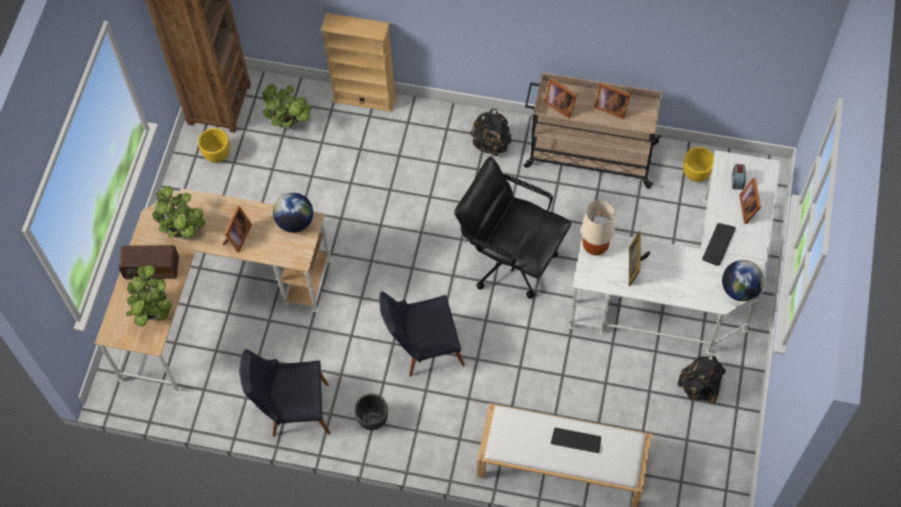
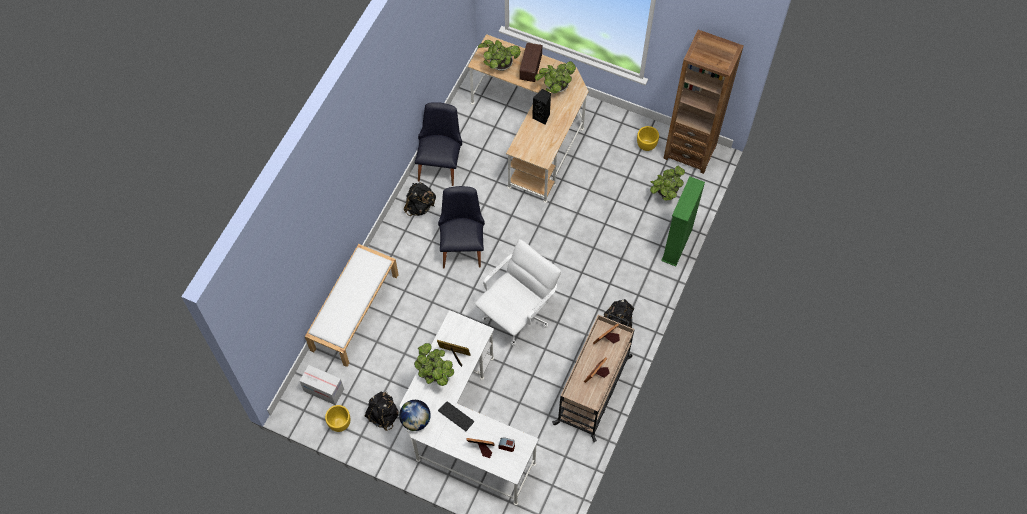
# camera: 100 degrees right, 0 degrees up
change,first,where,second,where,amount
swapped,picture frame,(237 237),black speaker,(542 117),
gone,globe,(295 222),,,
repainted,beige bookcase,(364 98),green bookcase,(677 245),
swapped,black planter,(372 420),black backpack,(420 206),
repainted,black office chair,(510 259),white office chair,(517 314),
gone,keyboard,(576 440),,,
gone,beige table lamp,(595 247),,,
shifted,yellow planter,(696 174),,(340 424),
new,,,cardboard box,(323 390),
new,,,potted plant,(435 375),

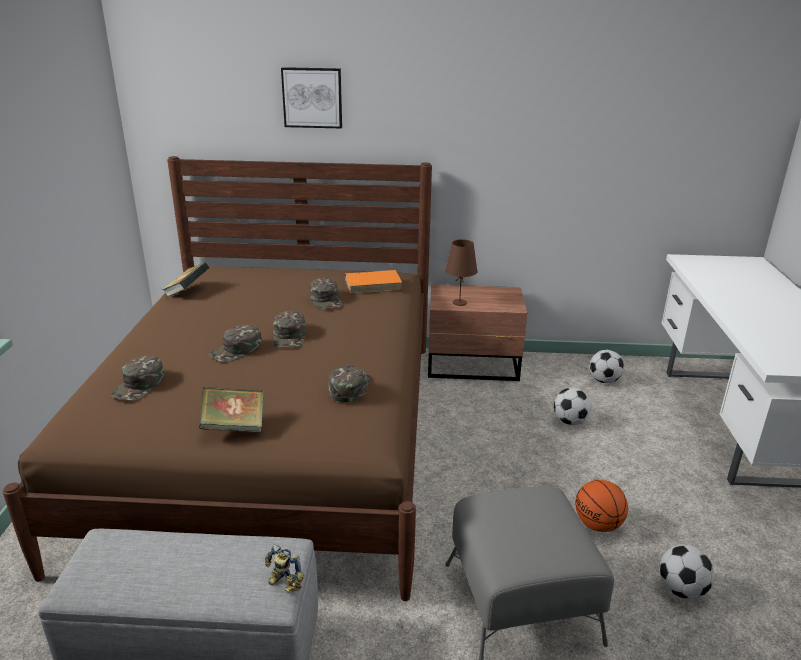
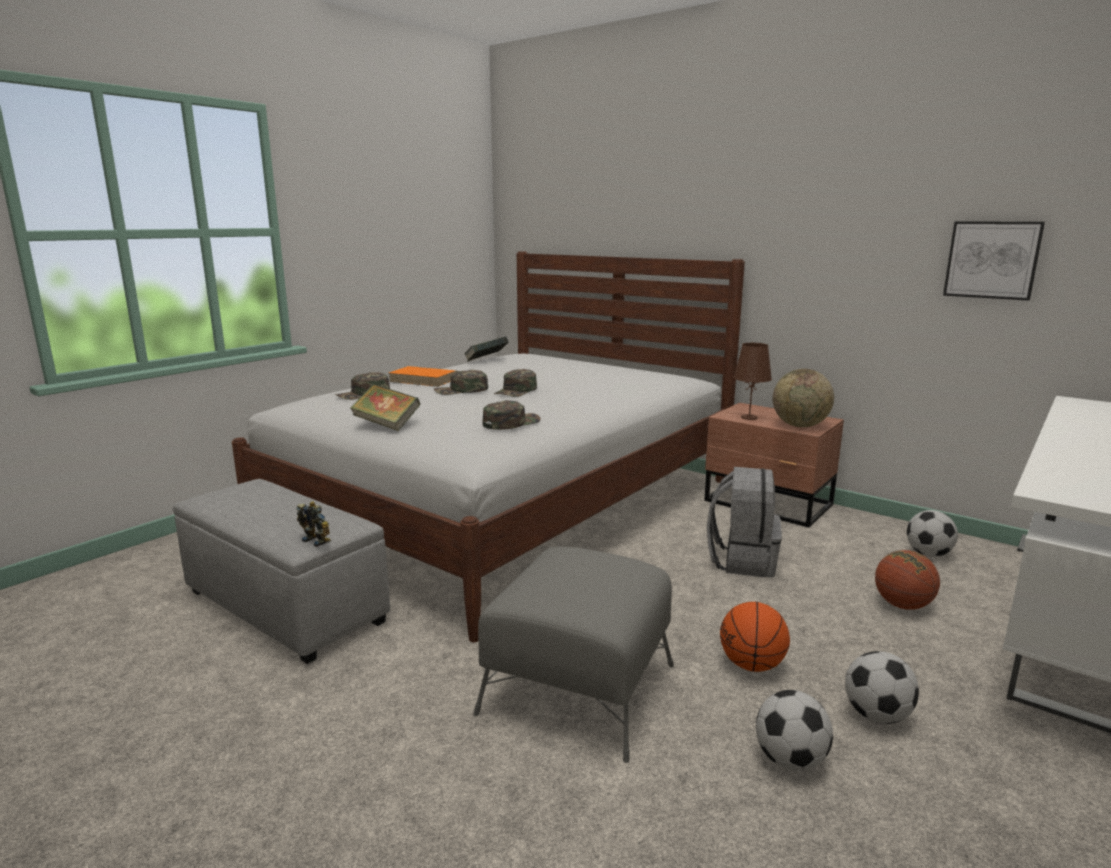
# camera: 35 degrees right, 10 degrees down
change,first,where,second,where,amount
repainted,brown bed,(275 438),white bed,(507 505),
rotated,toy robot,(283 585),,(317 540),150 degrees clockwise
shifted,picture,(312 97),,(992 260),
gone,green cap,(326 300),,,
shifted,orange book,(373 284),,(424 380),
shifted,football,(569 421),,(876 715),
new,,,grey backpack,(742 560),
new,,,globe,(800 425),
new,,,basketball,(902 605),

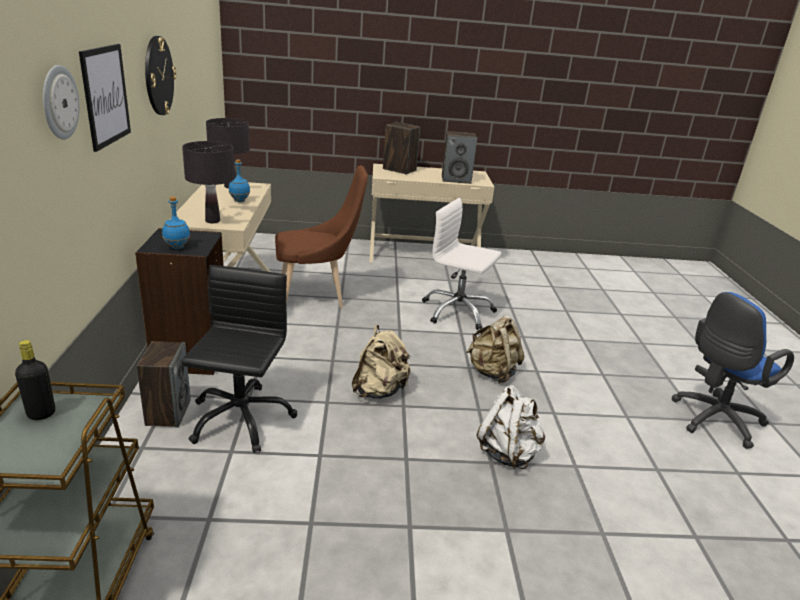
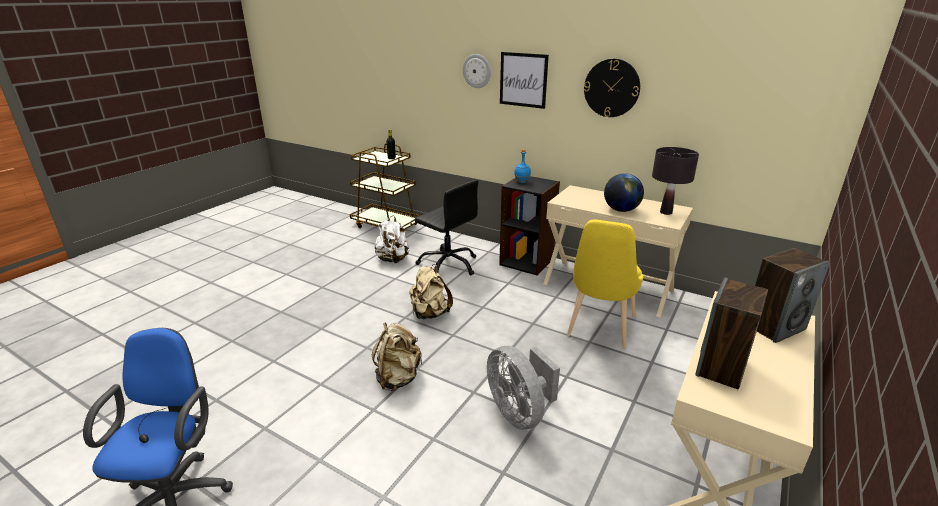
# camera: 125 degrees right, 0 degrees up
change,first,where,second,where,amount
gone,speaker,(168 412),,,
gone,black table lamp,(213 221),,,
swapped,blue bottle,(239 201),globe,(621 210),
repainted,brown chair,(316 296),yellow chair,(599 329),
swapped,white office chair,(457 311),grey fan,(519 412),
shifted,white backpack,(508 453),,(393 260),

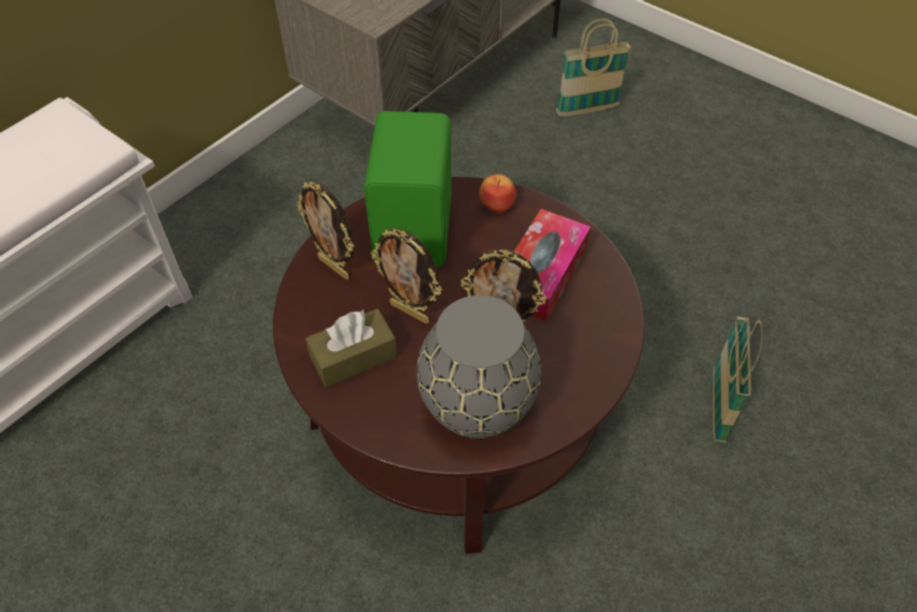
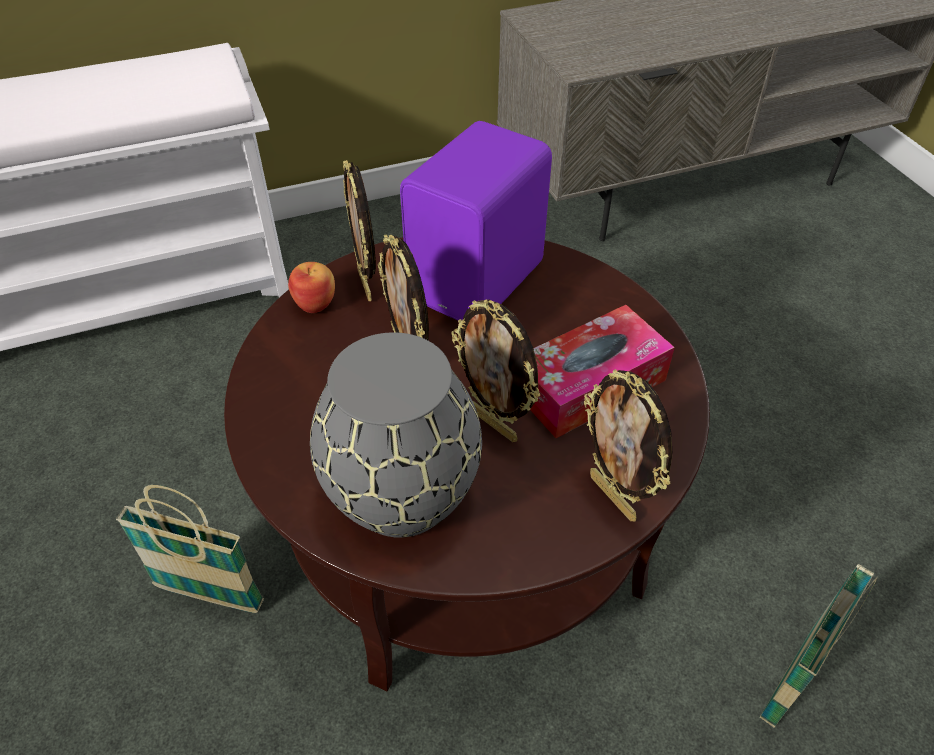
# camera: 30 degrees right, 5 degrees down
change,first,where,second,where,amount
gone,brown tissue box,(353 357),,,
repainted,green speaker,(417 230),purple speaker,(481 282),
shifted,apple,(497 204),,(315 302),
shifted,basket,(587 110),,(209 595),
new,,,picture frame,(614 497),

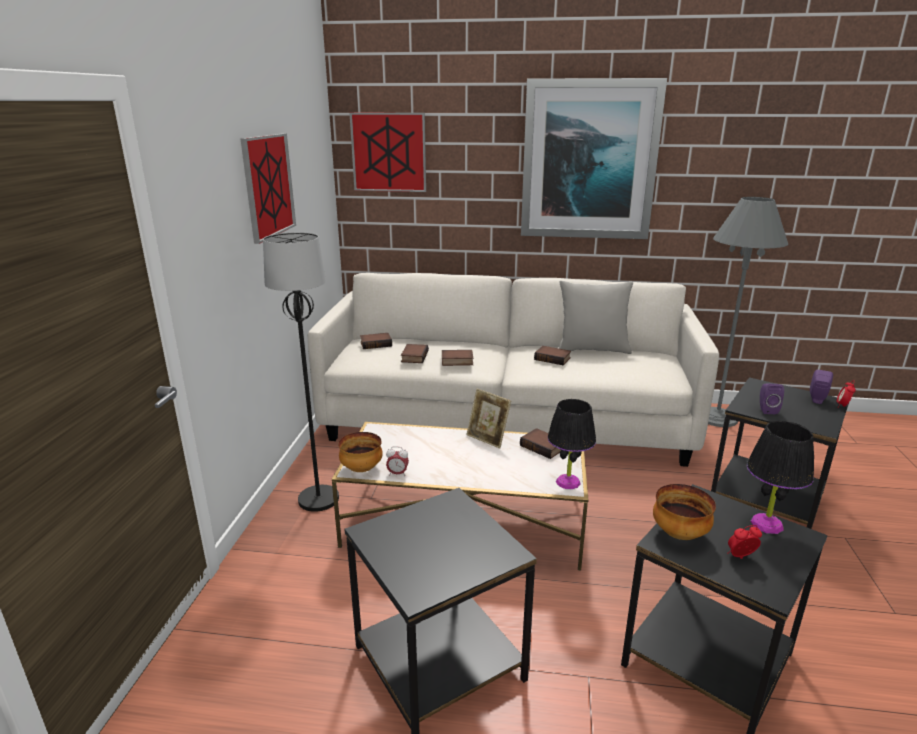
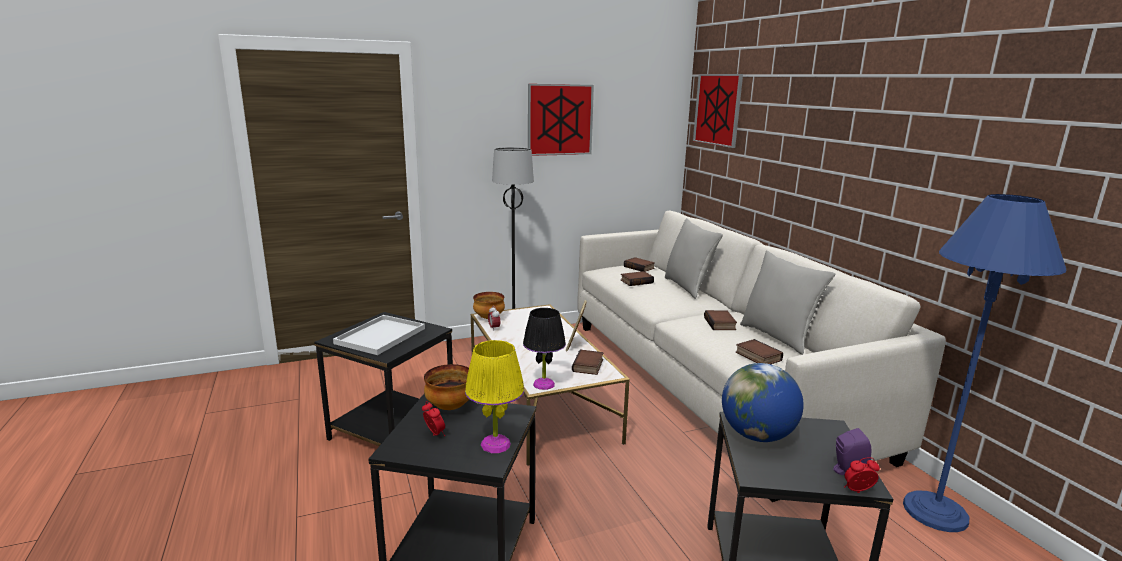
# camera: 60 degrees right, 5 degrees down
change,first,where,second,where,amount
shifted,book,(456 361),,(757 356),
gone,picture,(588 160),,,
repainted,grey floor lamp,(717 417),blue floor lamp,(935 512),
repainted,black table lamp,(766 524),yellow table lamp,(496 444),
swapped,purple speaker,(766 409),globe,(757 435),
new,,,white tray,(381 335),
new,,,grey pillow,(688 287),

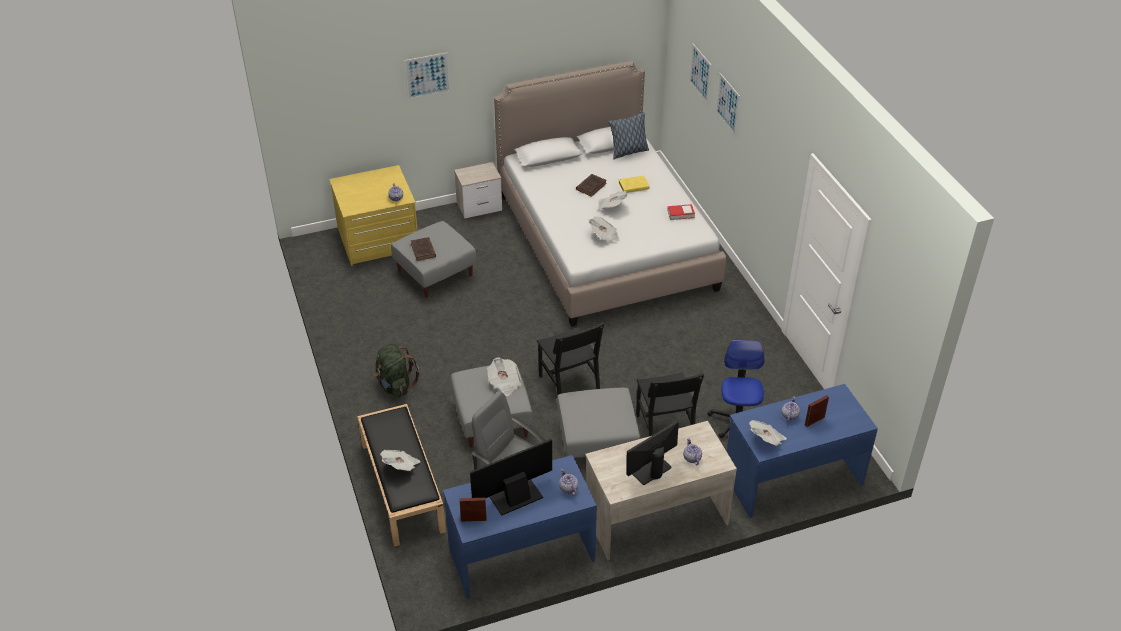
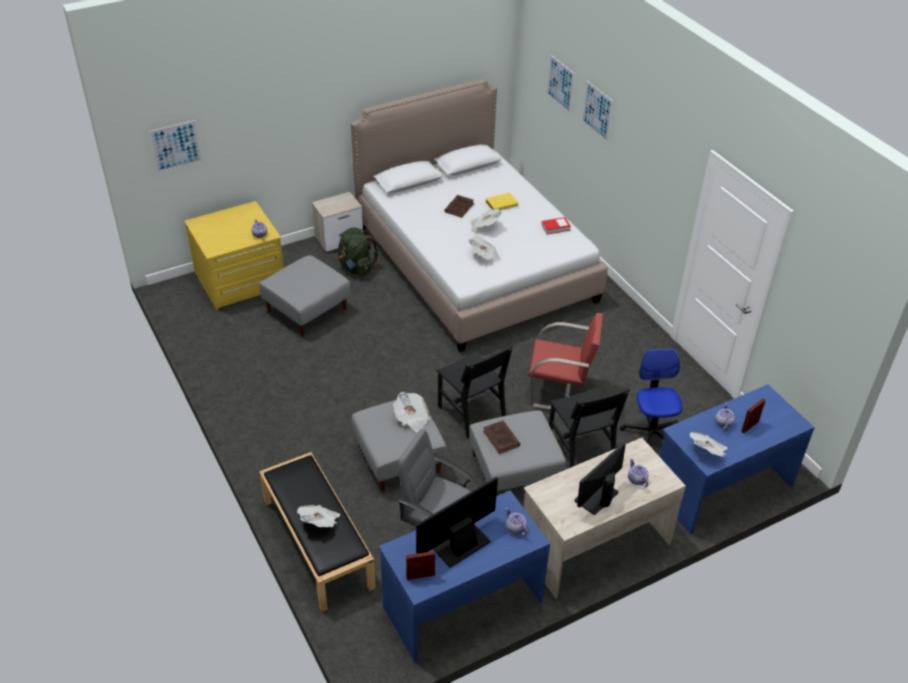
# camera: 10 degrees left, 0 degrees up
change,first,where,second,where,amount
shifted,green backpack,(395 385),,(356 268),
shifted,picture,(427 75),,(176 146),
shifted,brown book,(423 251),,(501 439),
gone,pillow,(628 152),,,
new,,,red chair,(560 391),

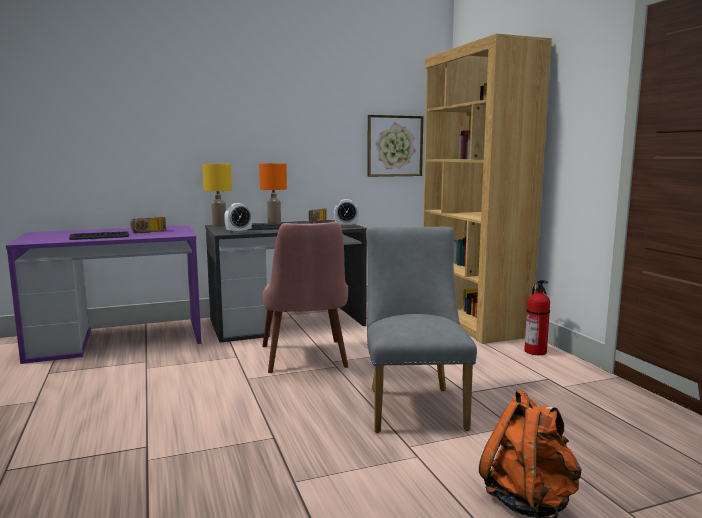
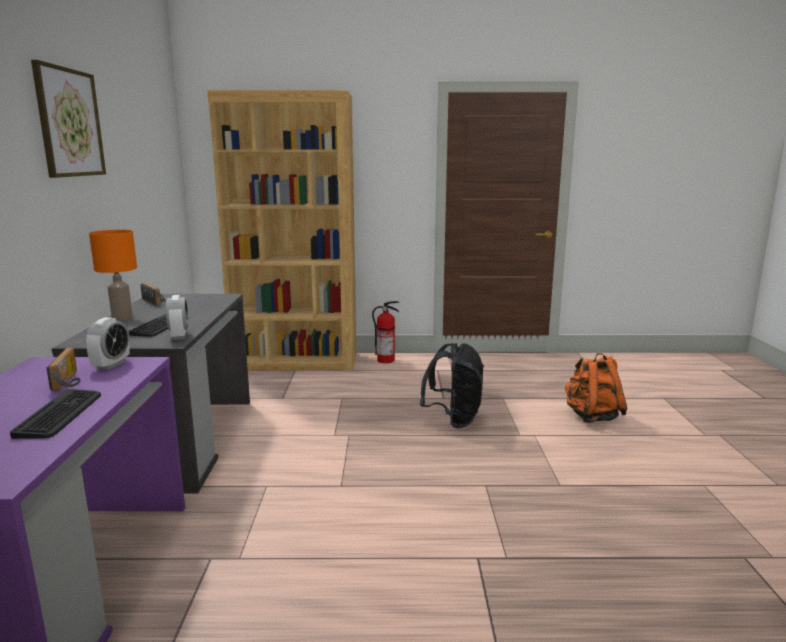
# camera: 70 degrees left, 5 degrees up
change,first,where,second,where,amount
gone,yellow table lamp,(219 225),,,
gone,pink chair,(306 361),,,
shifted,alarm clock,(346 226),,(111 365),
swapped,grey chair,(413 405),black backpack,(454 420),
shifted,picture,(394 146),,(69 123),

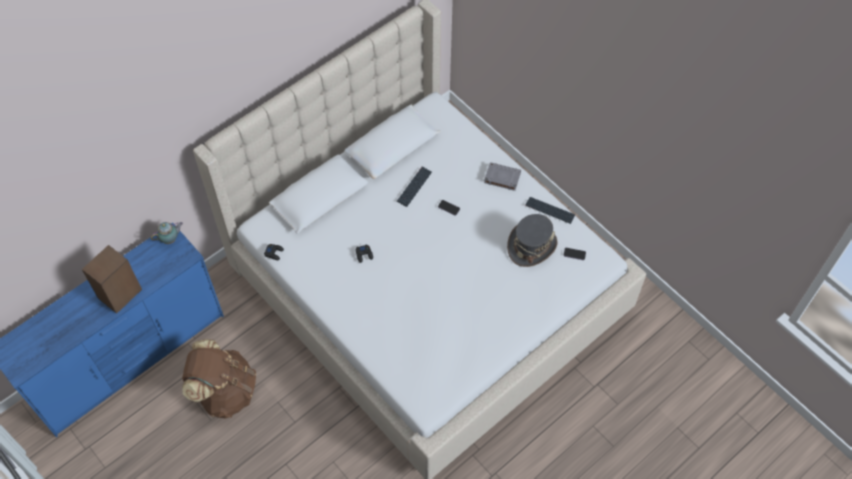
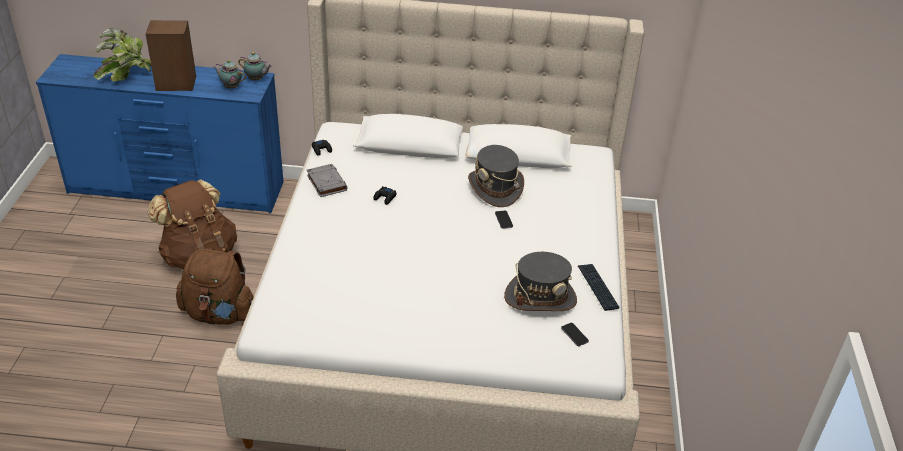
# camera: 45 degrees right, 20 degrees down
change,first,where,second,where,amount
swapped,keyboard,(414 187),grey hat,(495 188),
shifted,grey book,(501 178),,(326 183),
new,,,potted plant,(126 76),
new,,,brown backpack,(219 313),
new,,,teapot,(231 87),

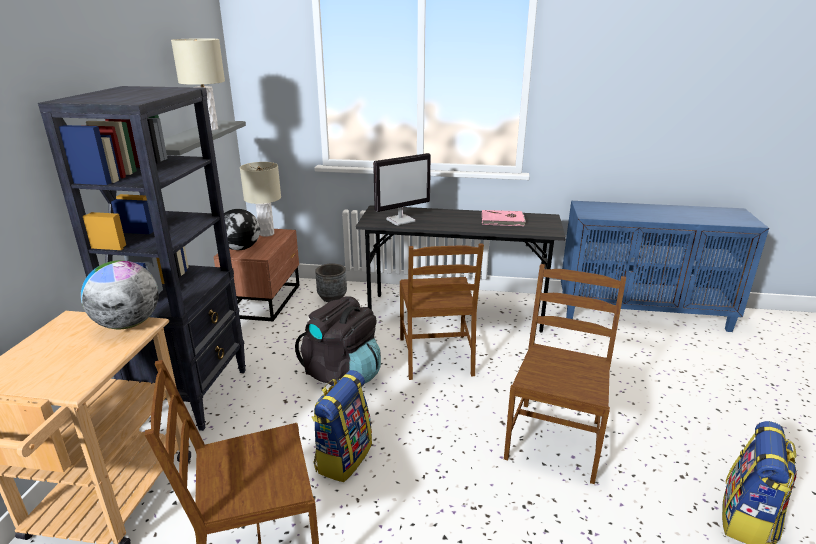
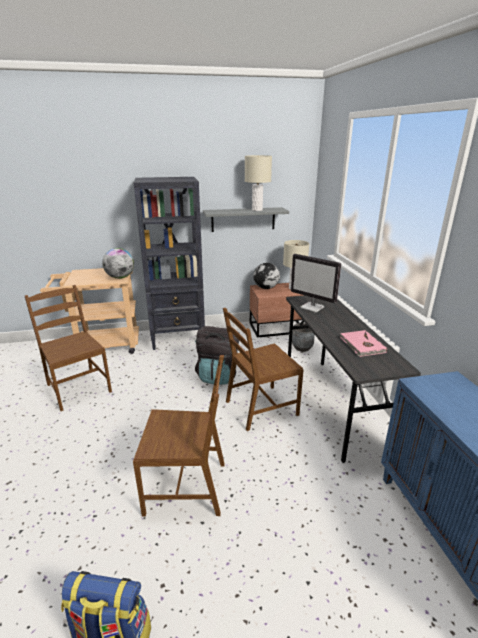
# camera: 70 degrees right, 0 degrees up
change,first,where,second,where,amount
gone,backpack,(343 457),,,

